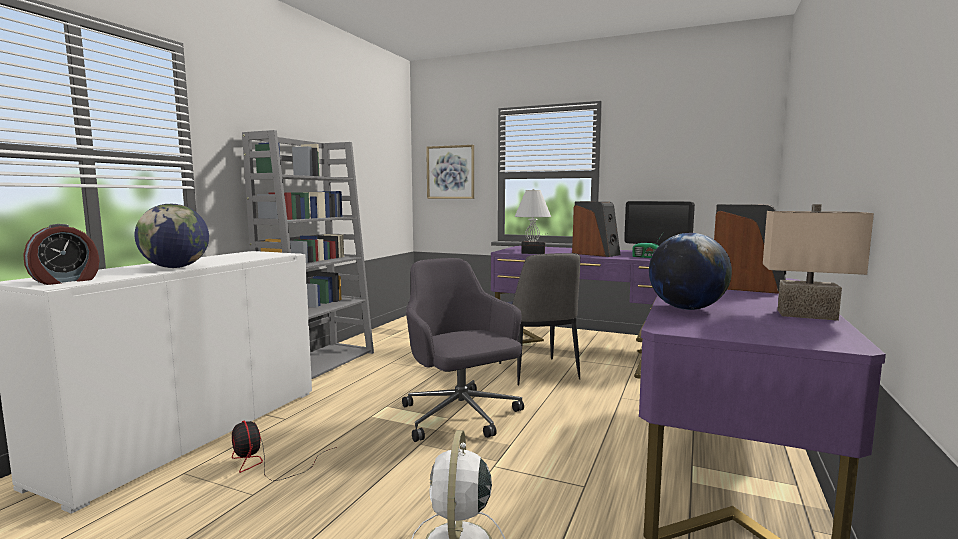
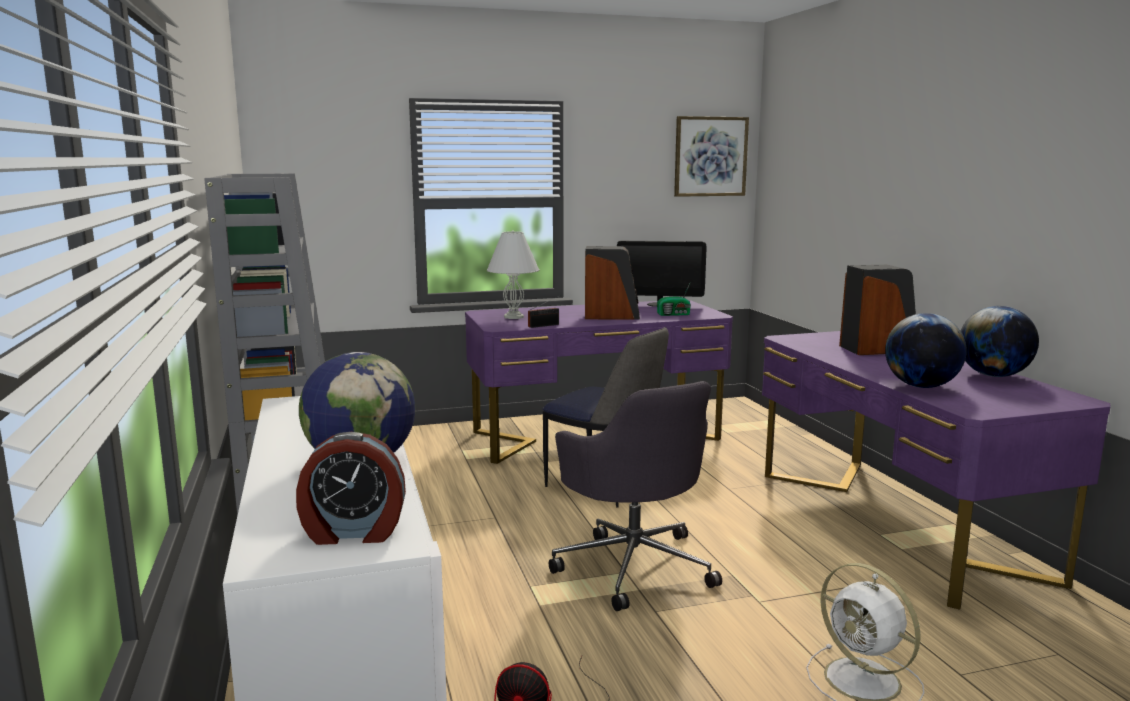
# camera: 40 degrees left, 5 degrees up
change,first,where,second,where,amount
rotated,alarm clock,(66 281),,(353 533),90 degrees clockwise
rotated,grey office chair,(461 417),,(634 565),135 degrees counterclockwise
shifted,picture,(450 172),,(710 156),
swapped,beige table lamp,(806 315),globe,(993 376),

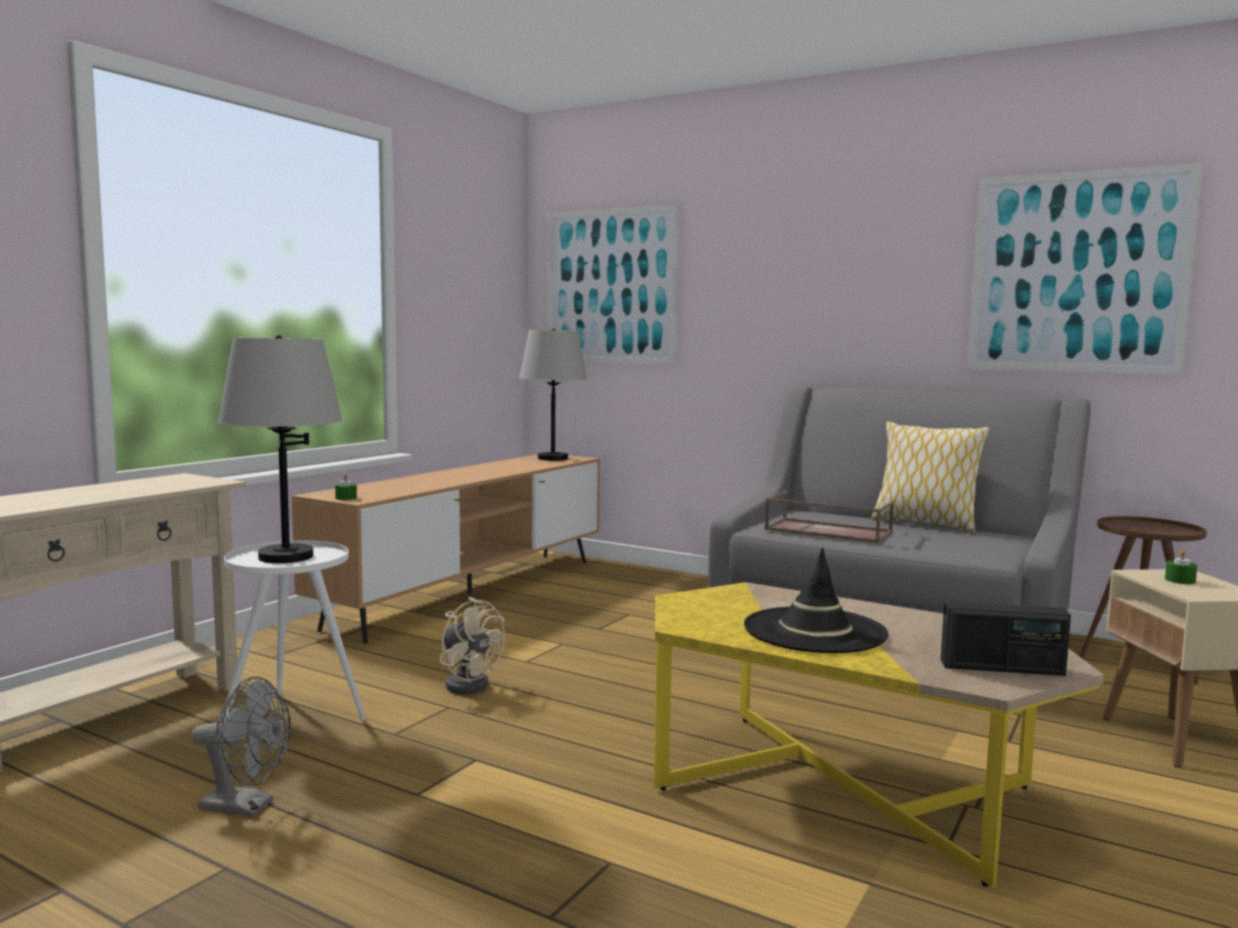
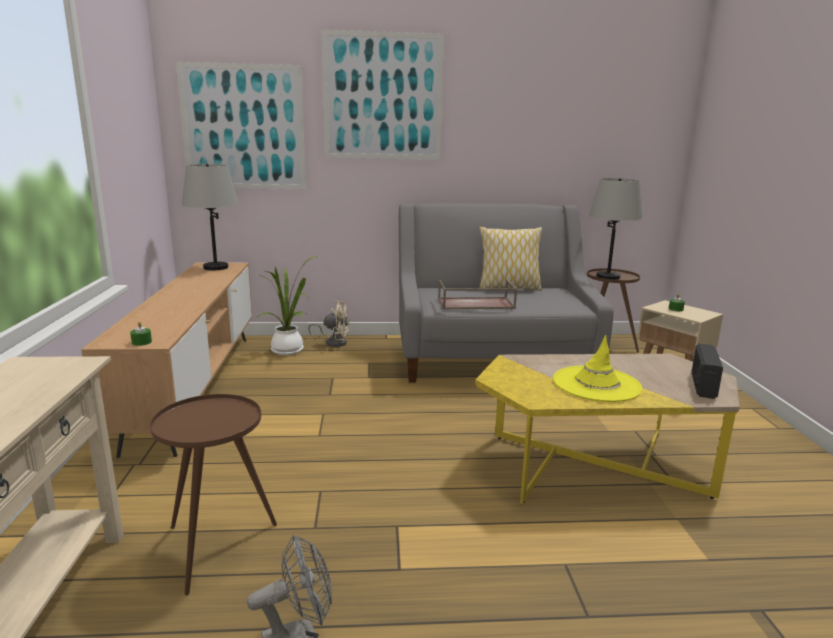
# camera: 35 degrees left, 10 degrees up
change,first,where,second,where,amount
shifted,grey table lamp,(286 557),,(608 277),
repainted,white side table,(292 719),brown side table,(219 546),
shifted,beige fan,(468 683),,(334 342),
repainted,black hat,(814 631),yellow hat,(596 384),
rotated,radio,(1002 668),,(702 385),135 degrees clockwise
shifted,picture,(1077 273),,(383 97),
new,,,potted plant,(289 351),

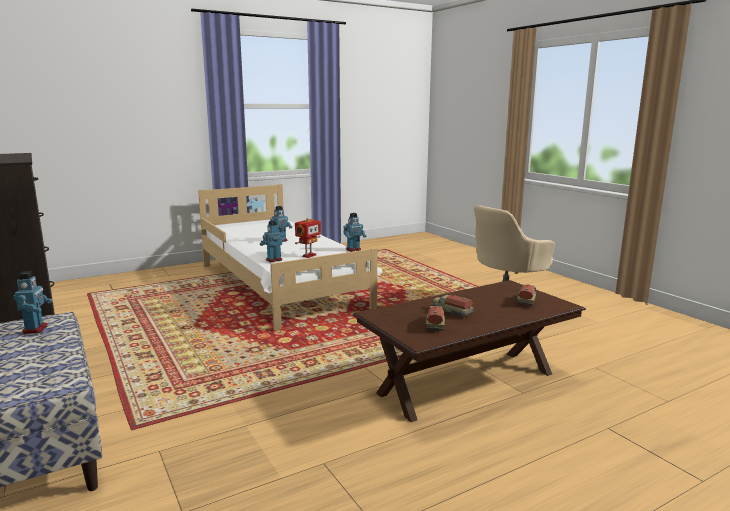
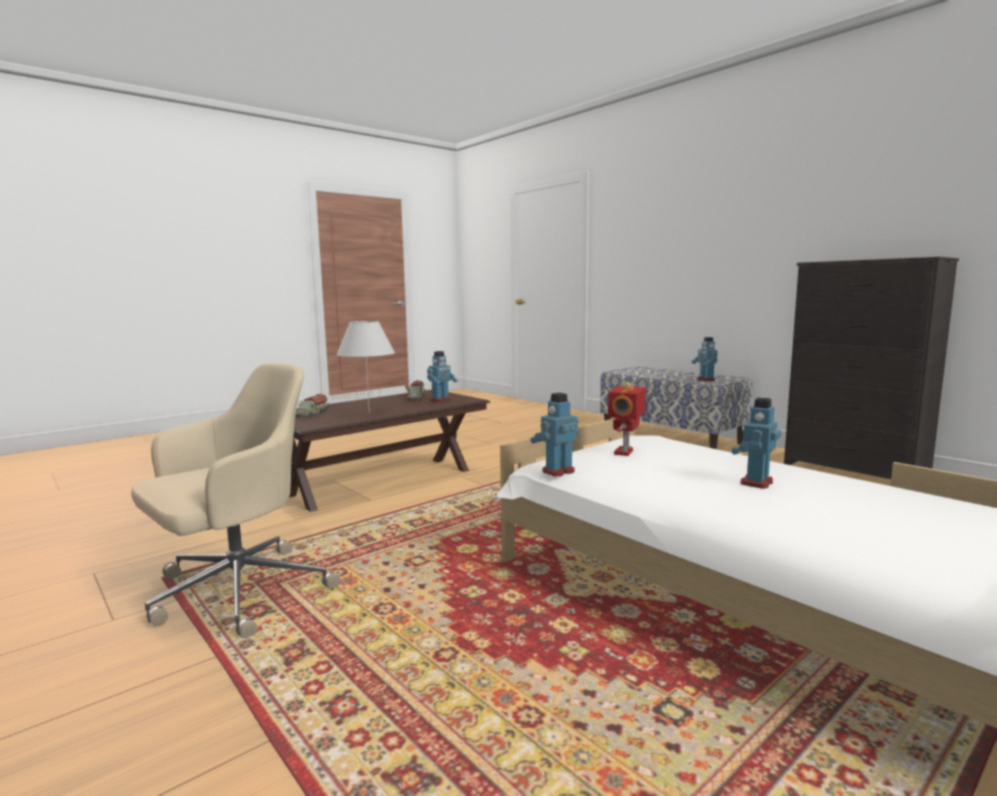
# camera: 170 degrees right, 5 degrees down
change,first,where,second,where,amount
shifted,toy robot,(273 260),,(441 400),
gone,toy truck,(451 312),,,
new,,,white table lamp,(369 412),

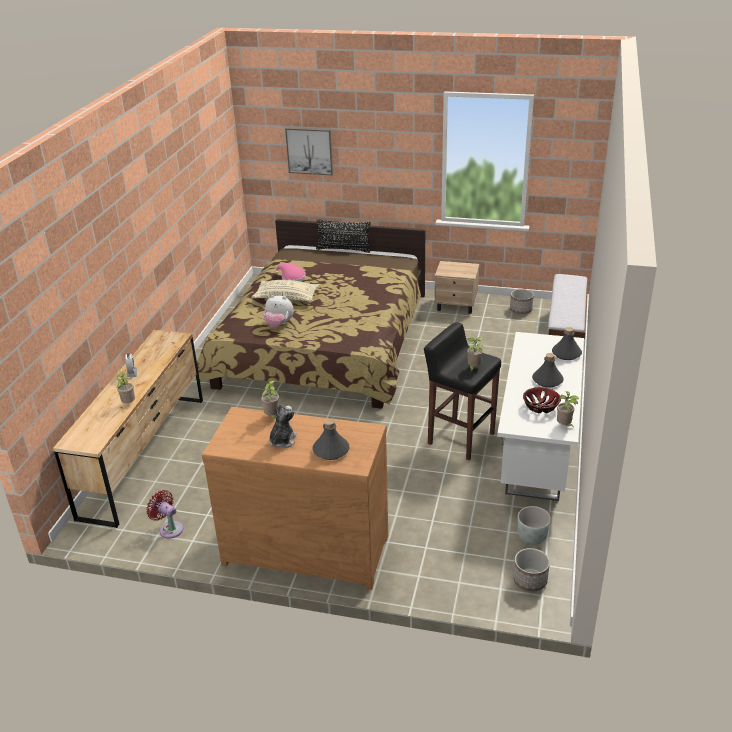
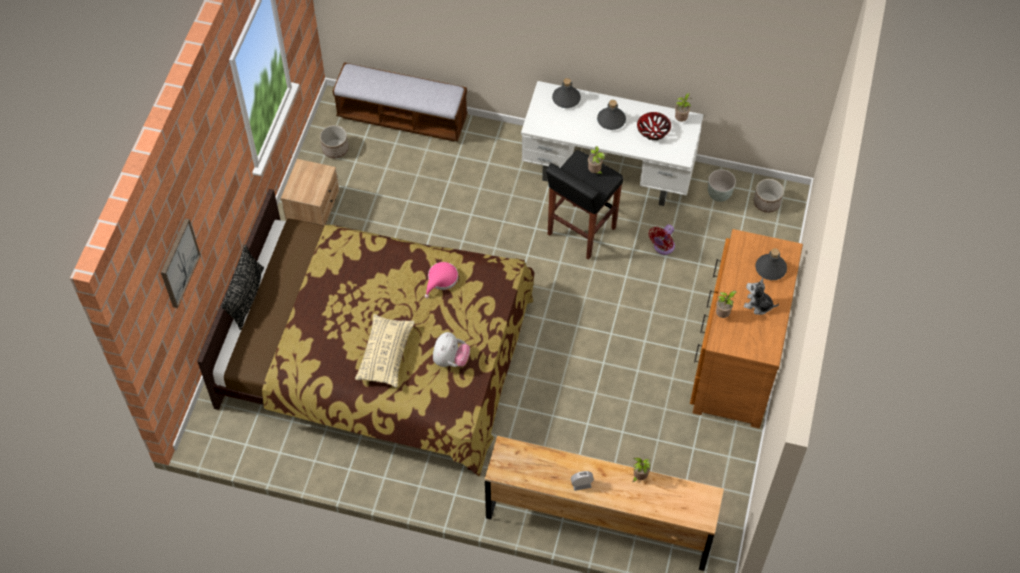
# camera: 90 degrees left, 25 degrees up
change,first,where,second,where,amount
shifted,red fan,(169 528),,(662 247),
shifted,pink hat,(291 278),,(441 280),

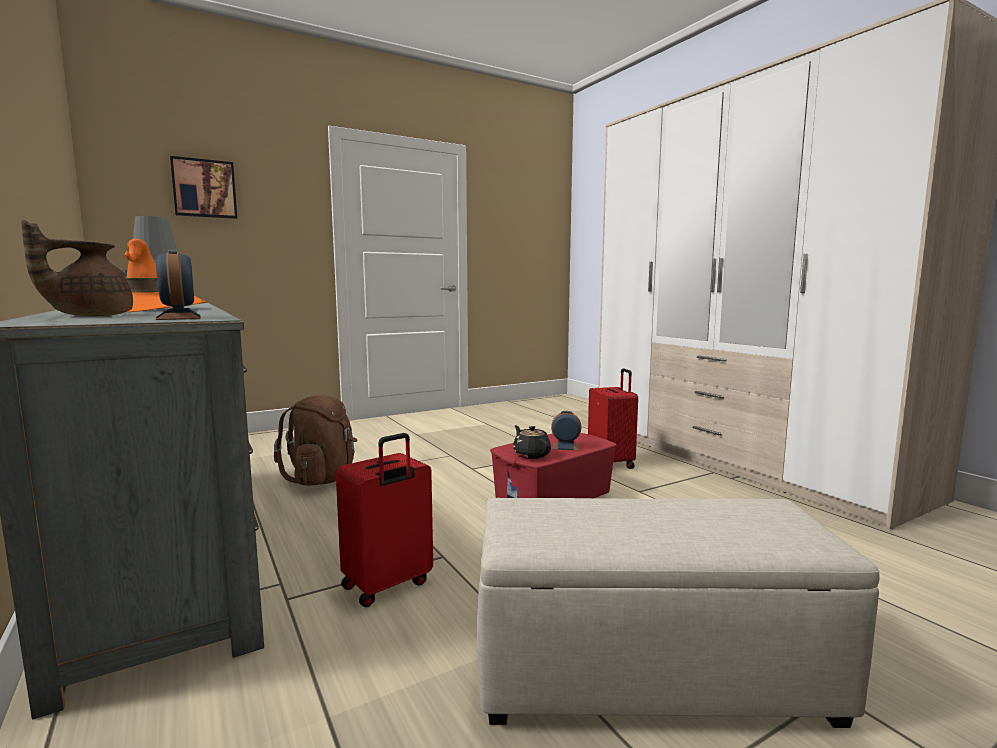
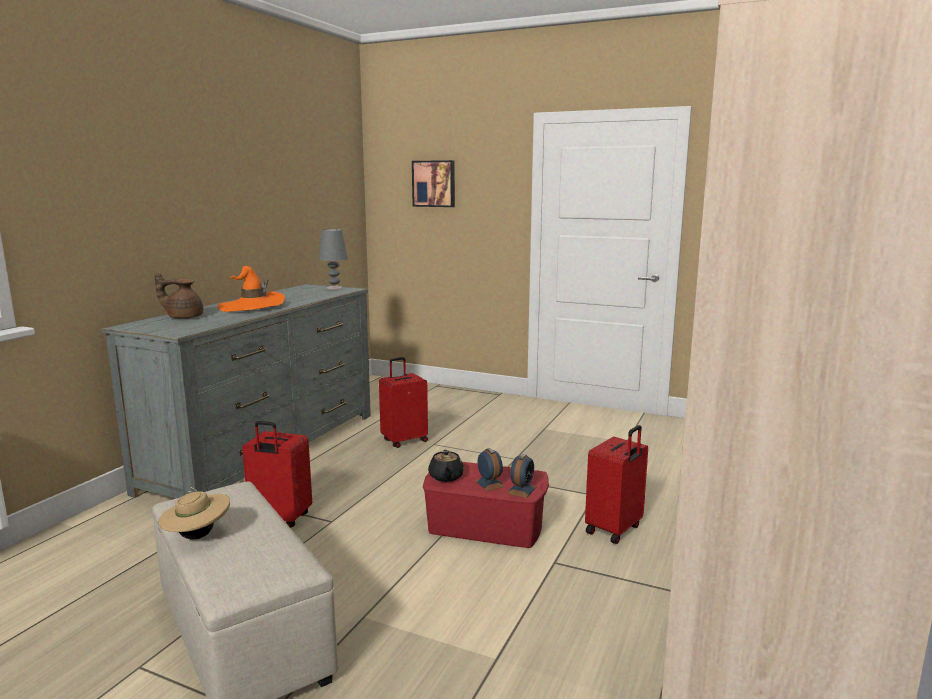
# camera: 55 degrees right, 5 degrees up
change,first,where,second,where,amount
shifted,alarm clock,(179 318),,(521 490),
swapped,brown backpack,(323 479),red suitcase,(404 440),
rotated,black teapot,(531 455),,(446 477),150 degrees clockwise
new,,,beige hat,(197 536),

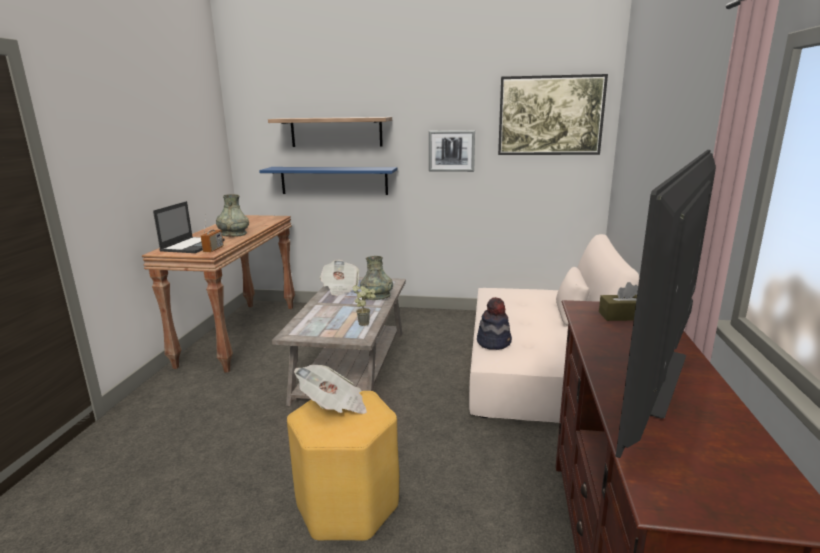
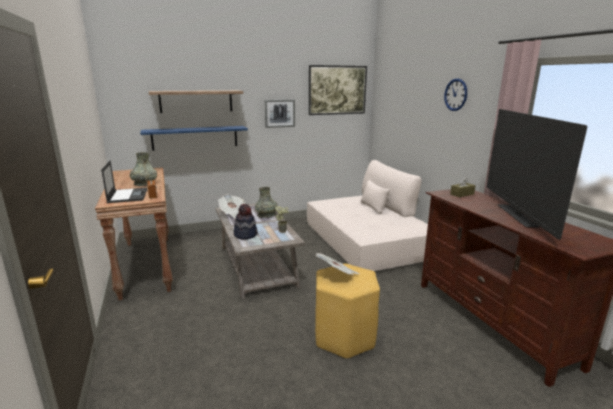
# camera: 30 degrees left, 0 degrees up
change,first,where,second,where,amount
shifted,hat,(494 342),,(245 235),
new,,,wall clock,(455 94),

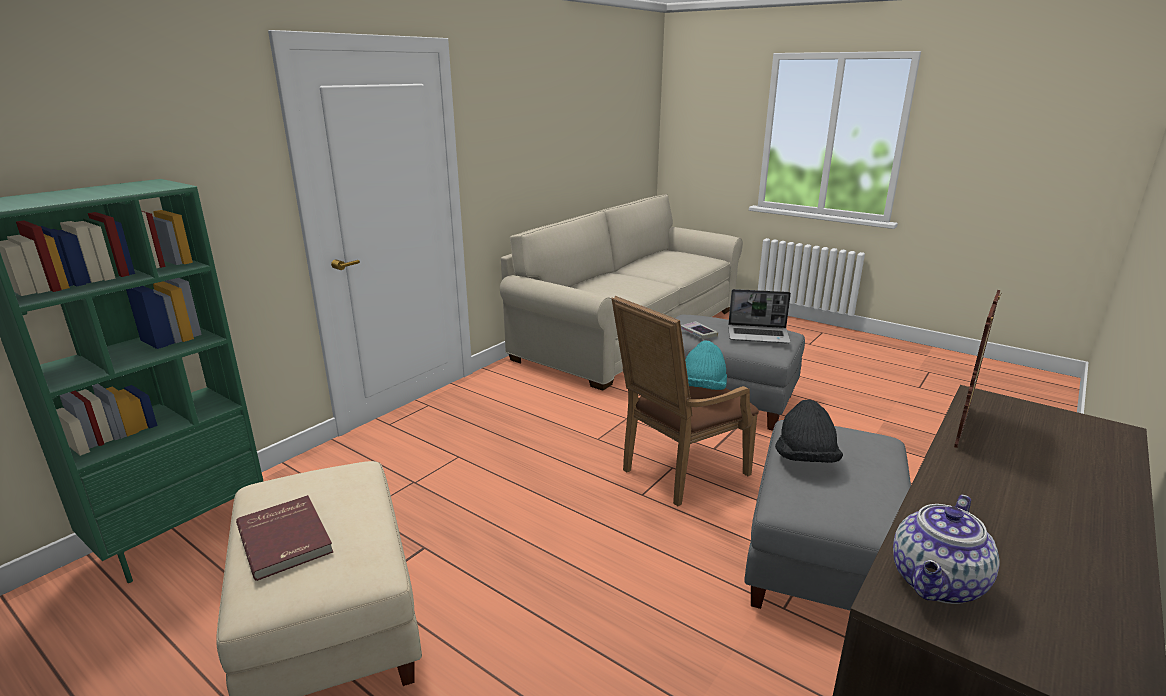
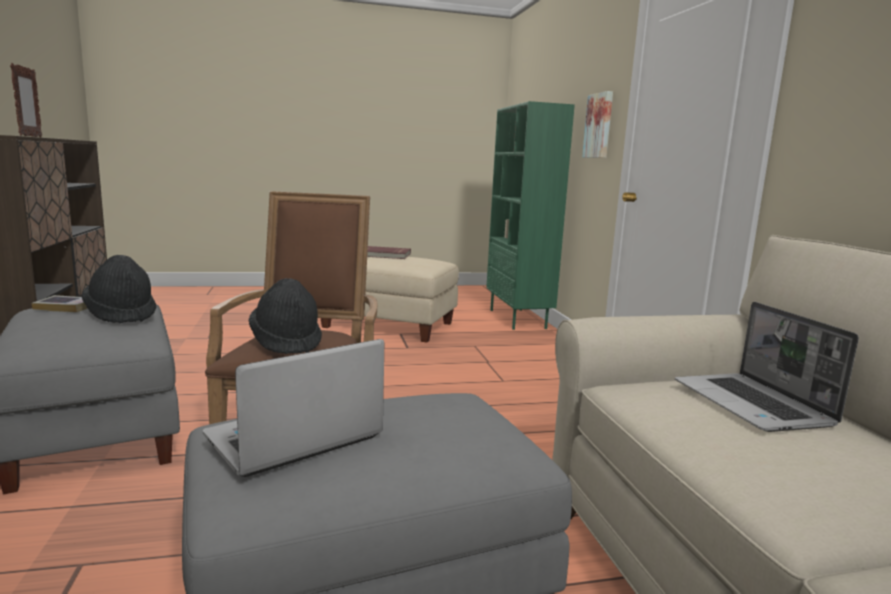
# camera: 130 degrees right, 10 degrees down
change,first,where,second,where,amount
shifted,book,(698 333),,(66 307),
repainted,turquoise hat,(702 389),black hat,(286 342),
gone,teapot,(937 584),,,
new,,,picture,(599 126),
new,,,laptop,(753 404),

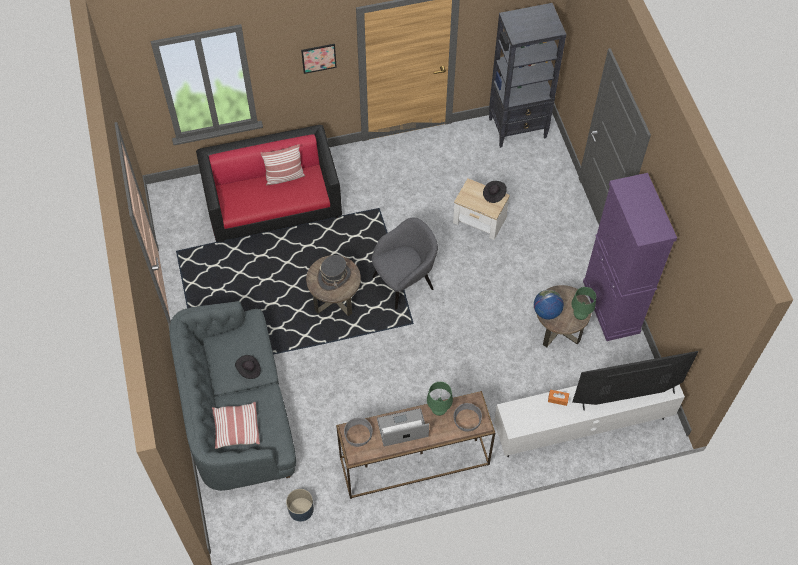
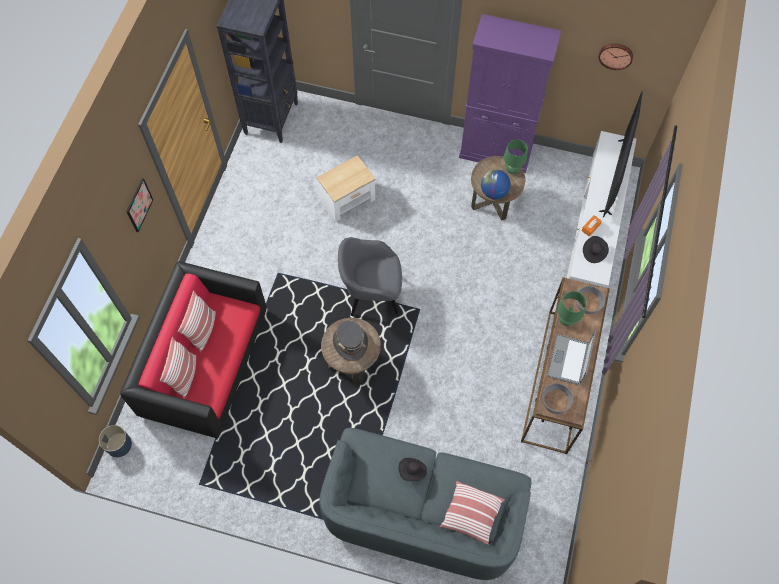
# camera: 60 degrees left, 5 degrees up
change,first,where,second,where,amount
shifted,blue planter,(300 509),,(118 445),
rotated,grey armchair,(404 282),,(371 294),90 degrees counterclockwise
shifted,black hat,(494 195),,(593 252),
new,,,pillow,(184 376),
new,,,wall clock,(616 55),

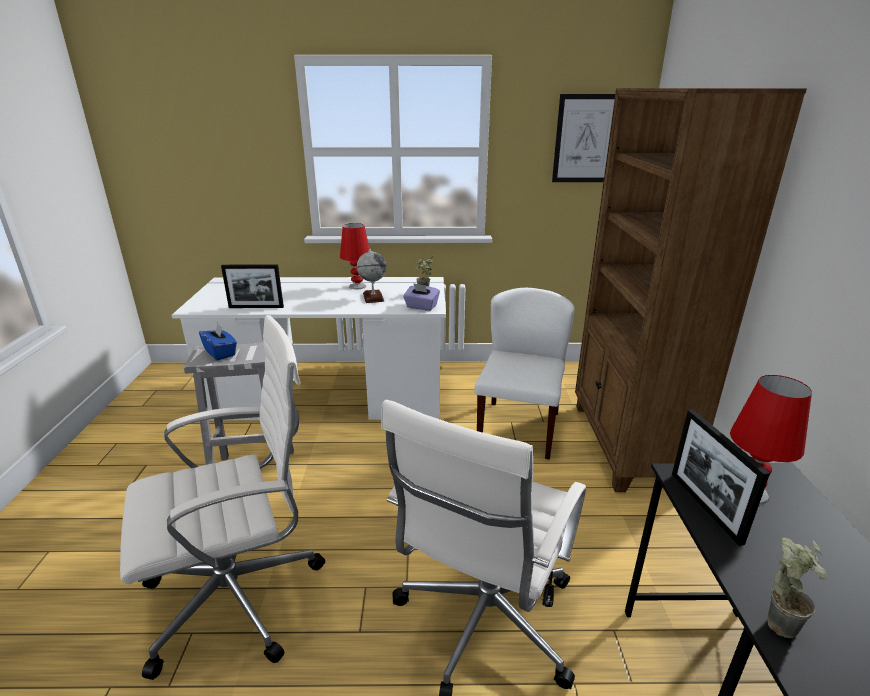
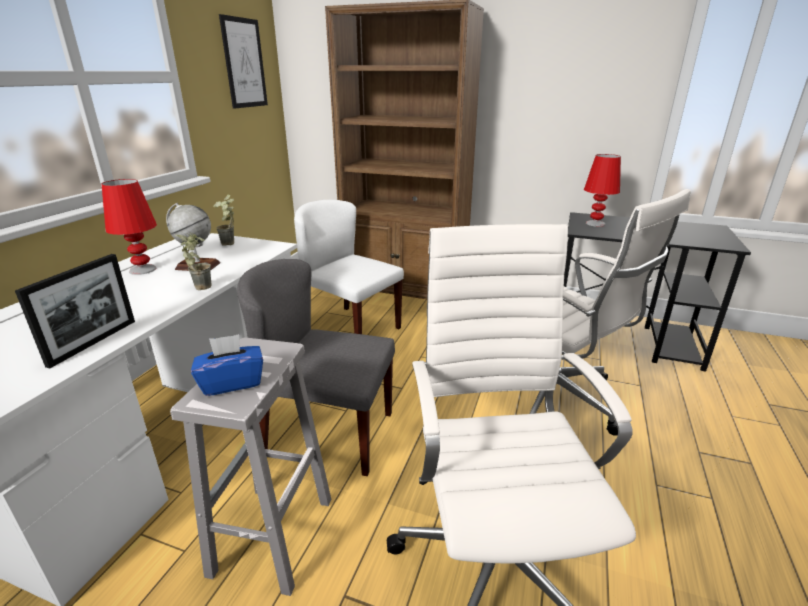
# camera: 70 degrees left, 0 degrees up
change,first,where,second,where,amount
gone,purple tissue box,(421 307),,,
gone,picture frame,(705 507),,,
shifted,potted plant,(778 619),,(200 286),
new,,,grey chair,(328 434),

